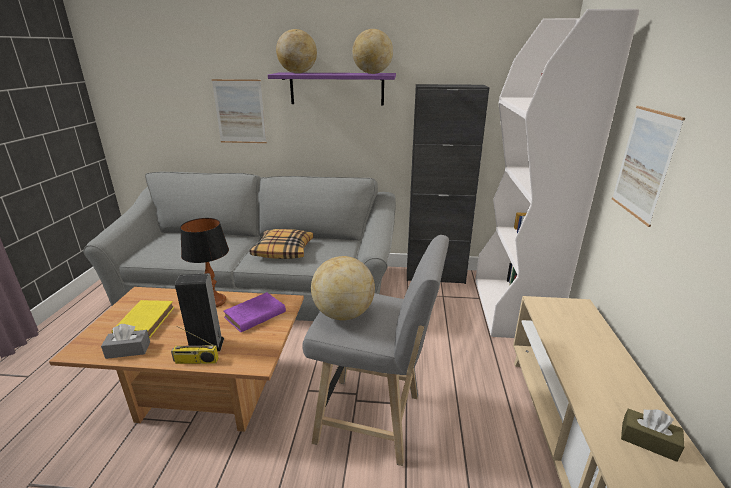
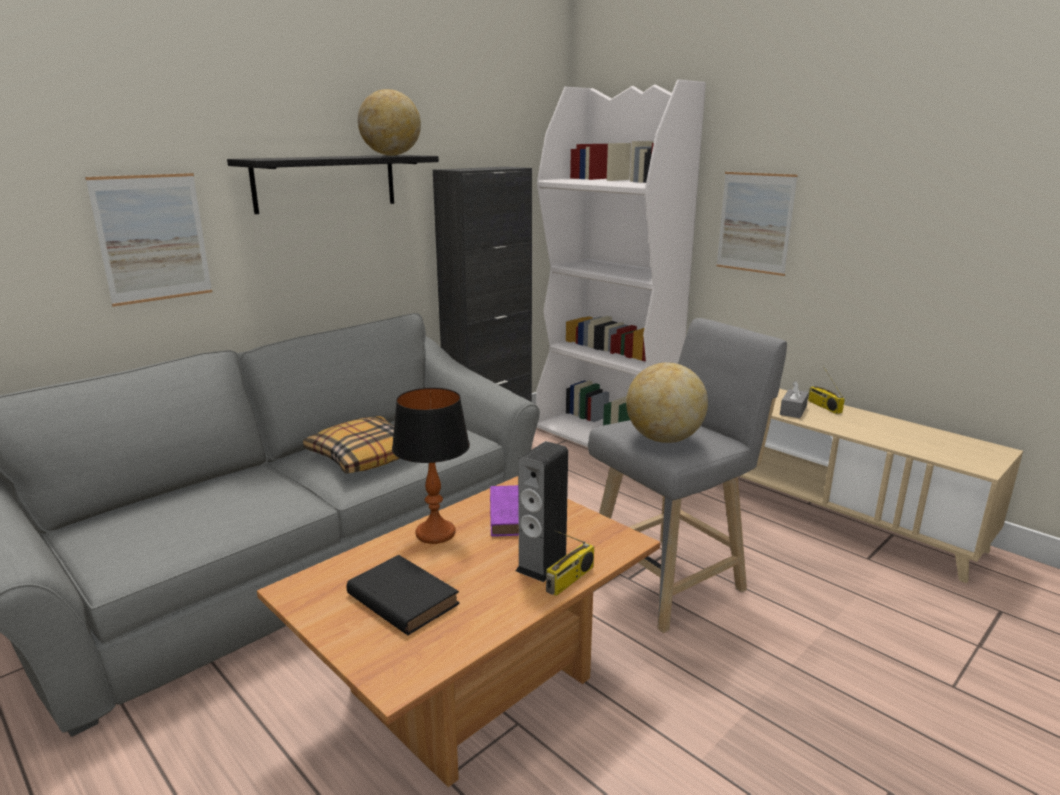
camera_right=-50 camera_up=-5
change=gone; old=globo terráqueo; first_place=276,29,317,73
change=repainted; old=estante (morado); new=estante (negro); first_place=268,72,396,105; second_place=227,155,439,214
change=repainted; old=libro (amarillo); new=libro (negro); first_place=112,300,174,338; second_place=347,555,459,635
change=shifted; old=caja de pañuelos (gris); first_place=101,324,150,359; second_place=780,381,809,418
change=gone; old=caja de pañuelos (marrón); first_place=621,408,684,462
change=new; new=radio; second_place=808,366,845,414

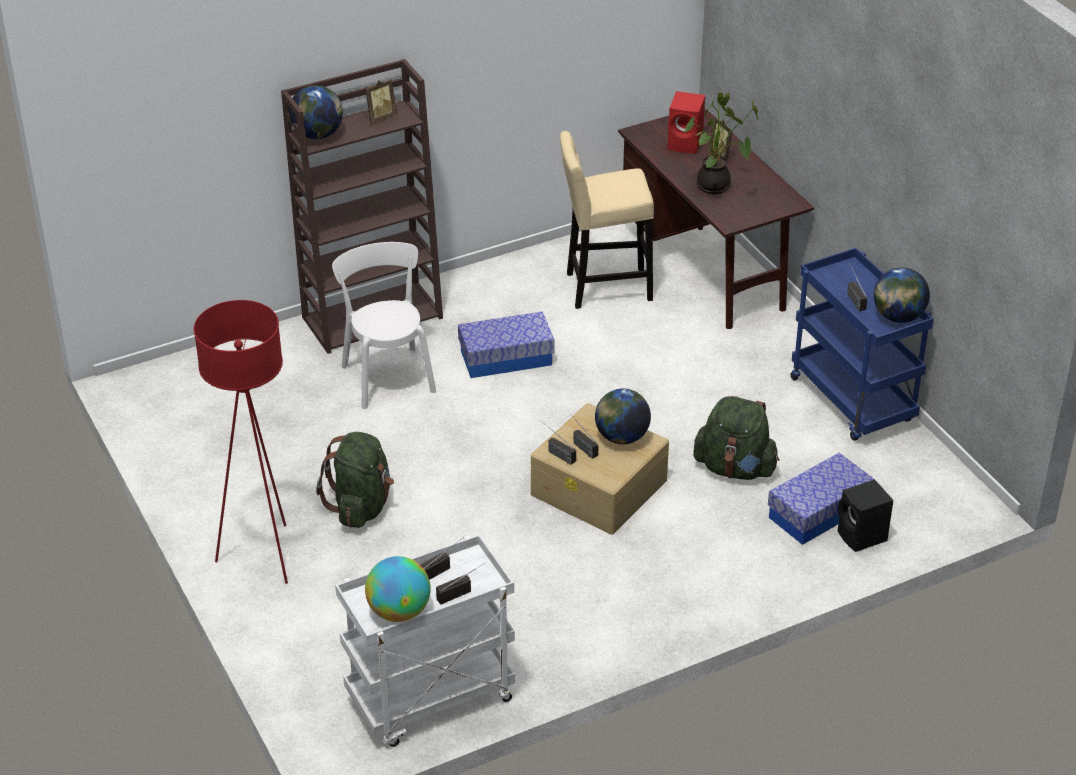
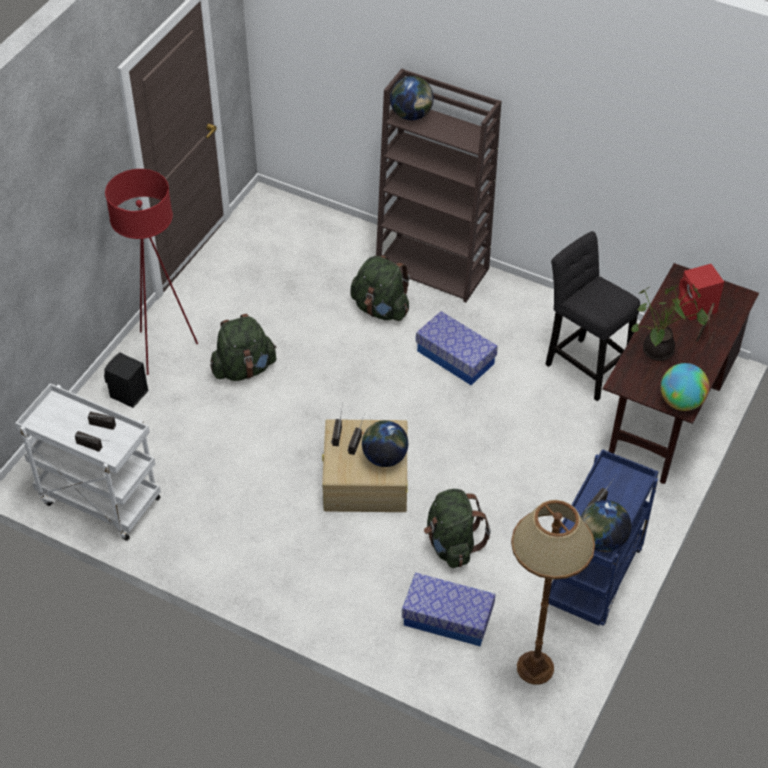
camera_right=55 camera_up=10
change=gone; old=portarretratos; first_place=365,79,397,124
change=repainted; old=taburete (beis); new=taburete (negro); first_place=560,131,654,309; second_place=545,231,640,401
change=swapped; old=silla (blanco); new=mochila (verde); first_place=332,242,436,409; second_place=350,255,410,321
change=shifted; old=altavoz (negro); first_place=838,479,893,552; second_place=104,353,148,408
change=shifted; old=globo terráqueo; first_place=365,556,431,622; second_place=661,363,709,411
change=new; new=lámpara de pie (marrón); second_place=511,500,595,685

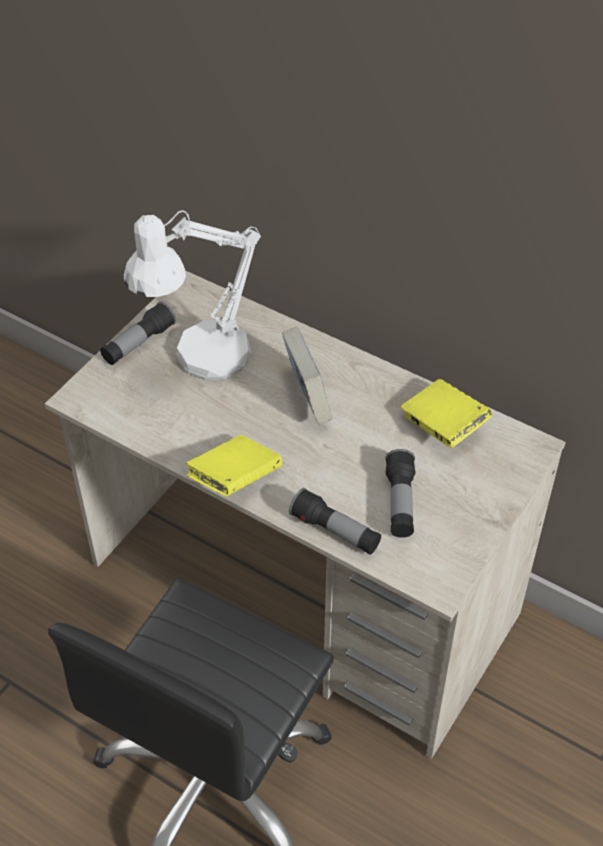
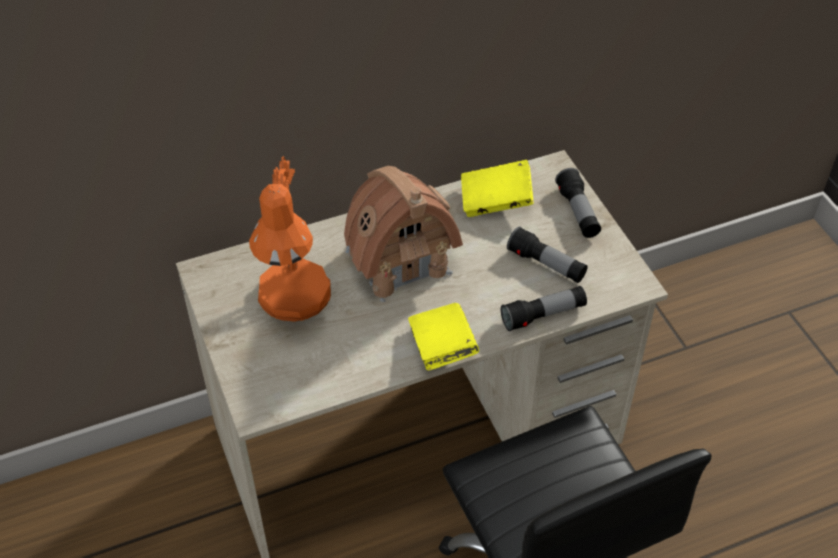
camera_right=-55 camera_up=0
change=repainted; old=lámpara de mesa (blanco); new=lámpara de mesa (naranja); first_place=124,210,261,380; second_place=249,156,331,322
change=shifted; old=linterna; first_place=100,302,176,365; second_place=555,168,601,238
change=swapped; old=libro; new=casita; first_place=282,327,332,425; second_place=344,166,463,302

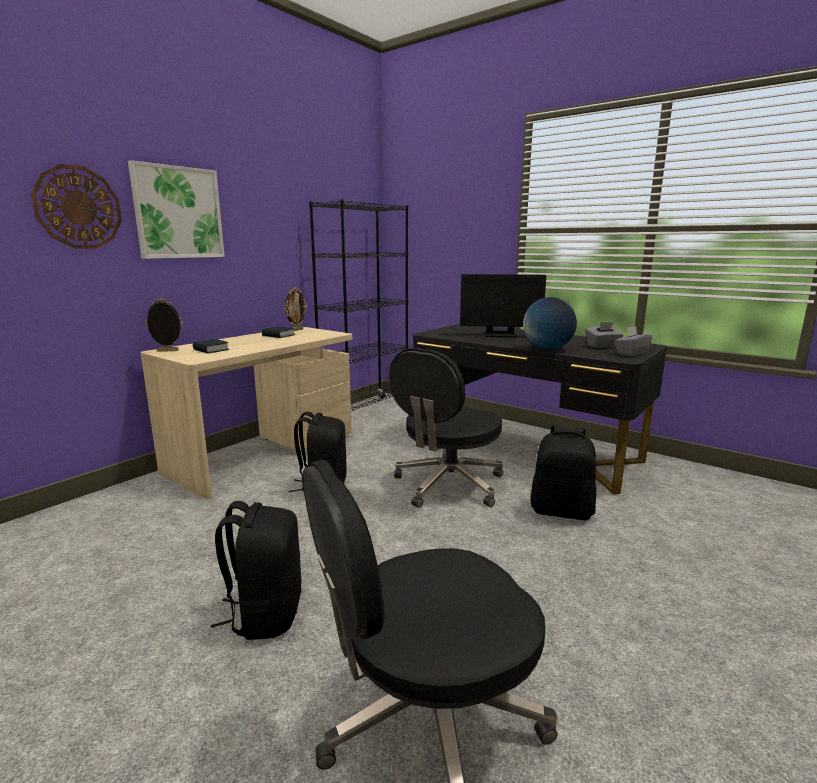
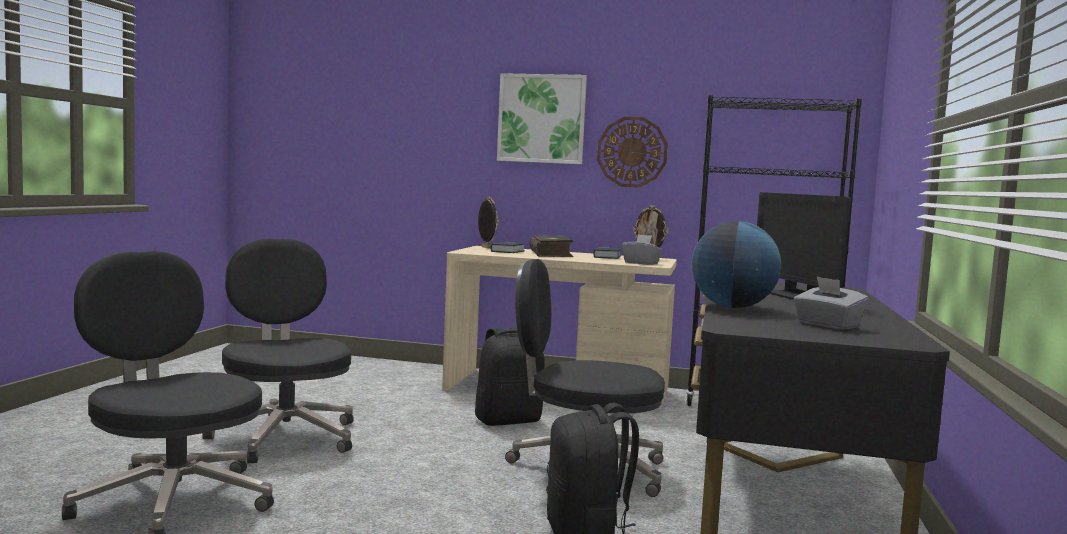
camera_right=65 camera_up=-10
change=shifted; old=reloj de pared; first_place=31,164,122,249; second_place=597,117,668,188
change=shifted; old=caja de pañuelos (gris); first_place=614,326,652,356; second_place=622,235,663,265
change=swapped; old=mochila (negro); new=silla de oficina (negro); first_place=211,501,302,640; second_place=202,239,354,463
change=new; new=libro; second_place=530,235,574,257

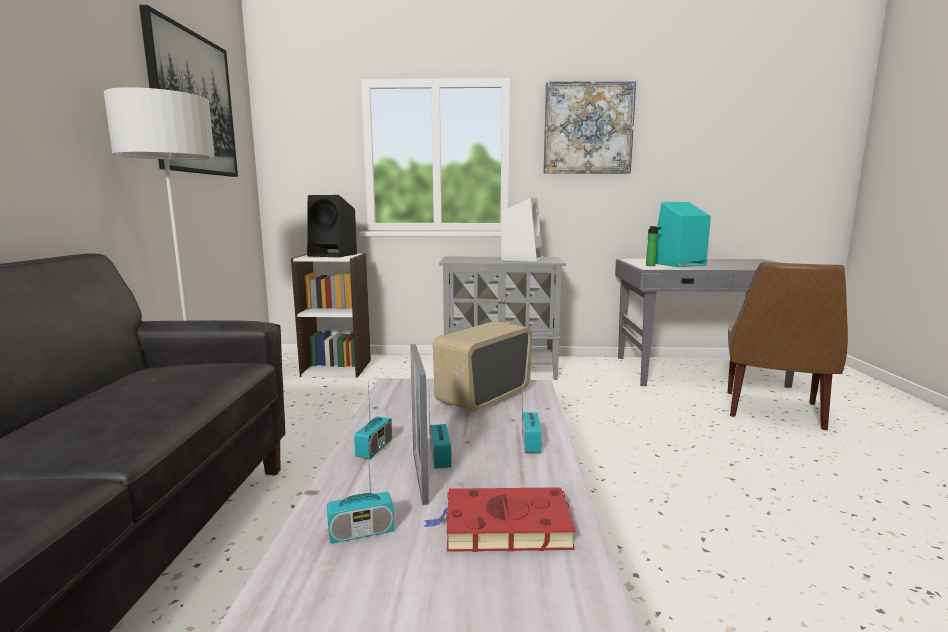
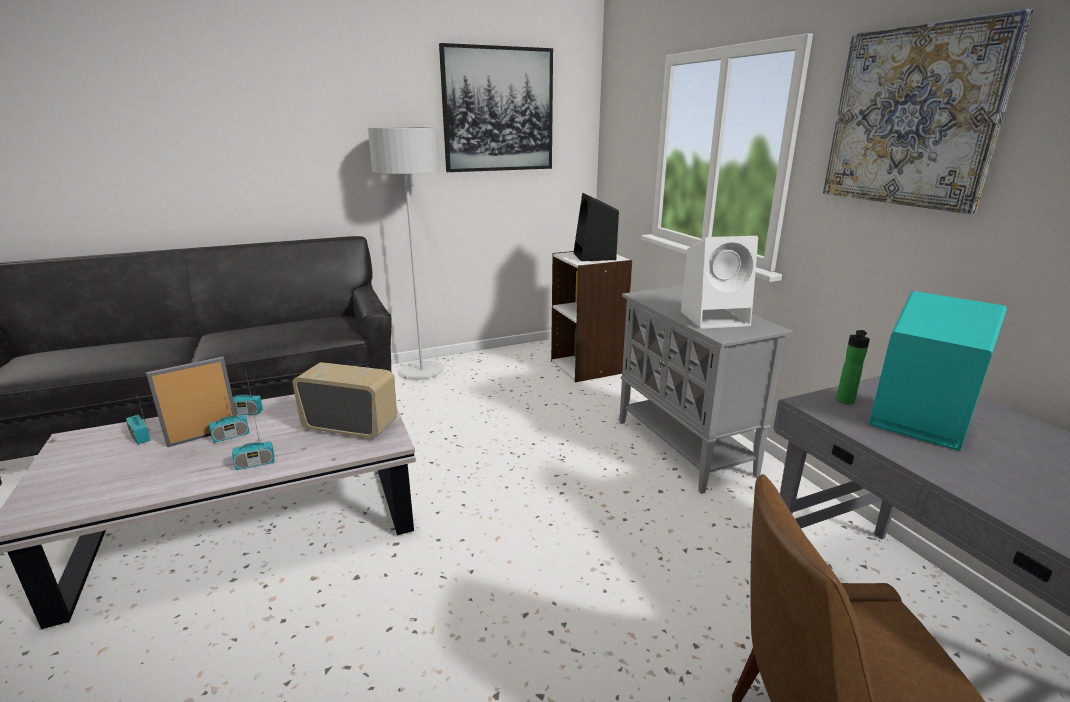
camera_right=65 camera_up=10
change=gone; old=libro (rojo); first_place=423,487,576,552

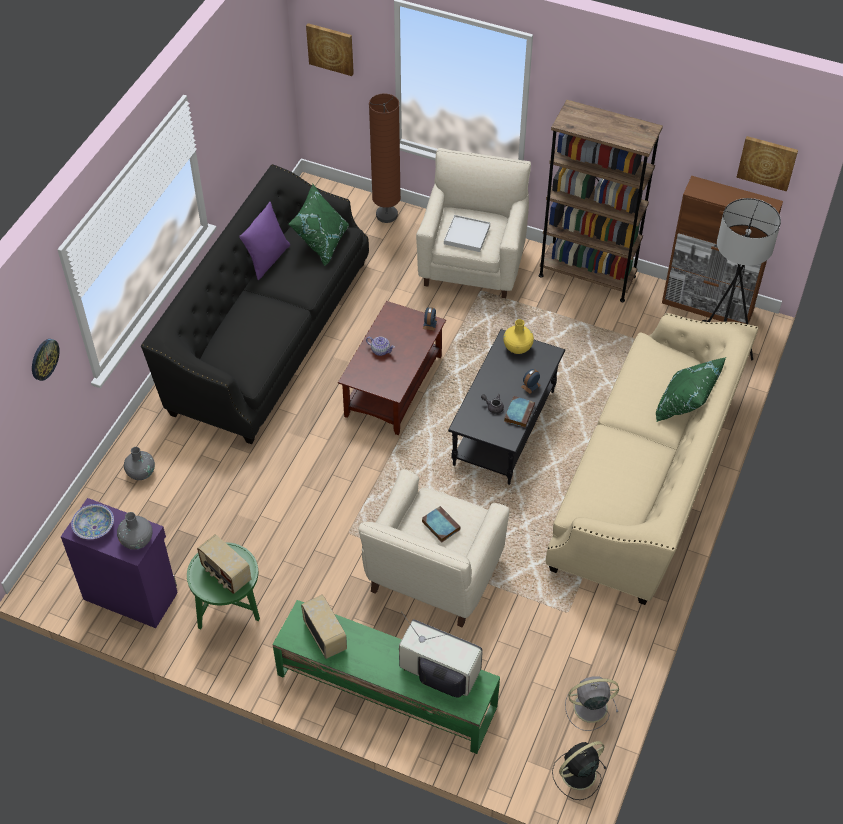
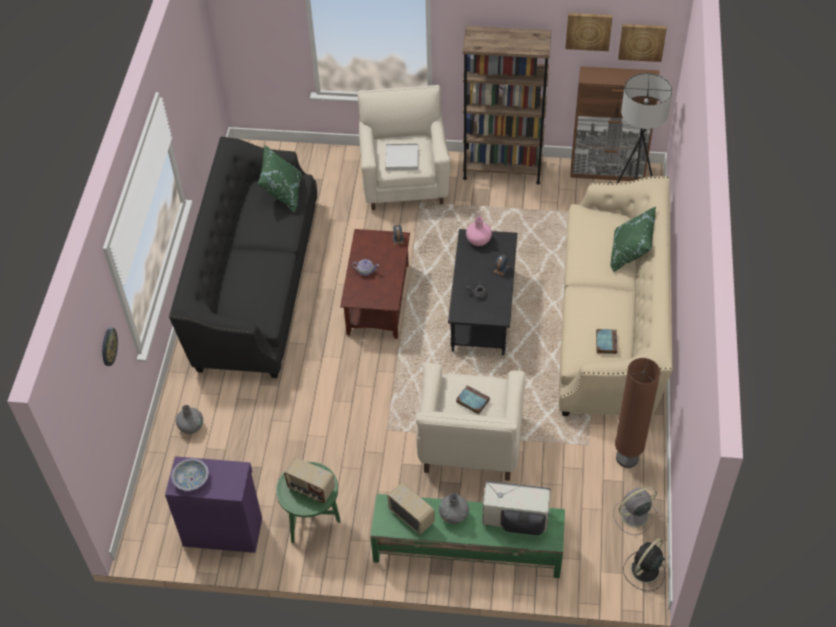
camera_right=-15 camera_up=0
change=shifted; old=cuadro; first_place=306,23,354,76; second_place=565,13,613,51
change=shifted; old=lámpara de pie (marrón); first_place=369,93,401,223; second_place=615,358,661,468
change=gone; old=cojín (morado); first_place=239,202,290,280
change=repainted; old=florero (amarillo); new=florero (rosa); first_place=503,319,534,354; second_place=466,216,492,246
change=shifted; old=libro; first_place=504,396,535,428; second_place=596,329,617,354
change=shifted; old=florero (gris); first_place=117,512,152,550; second_place=439,493,469,524

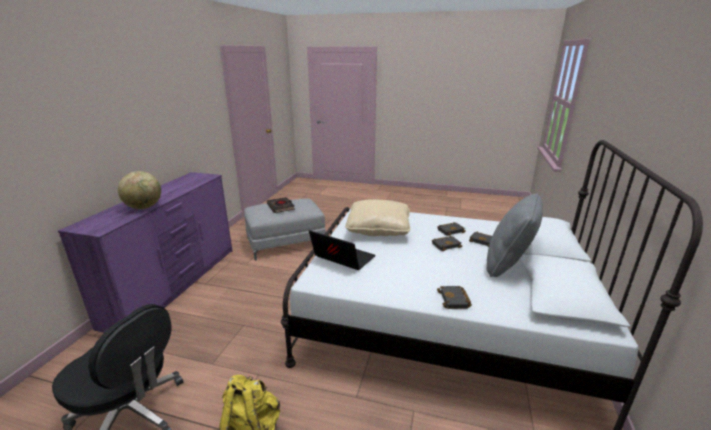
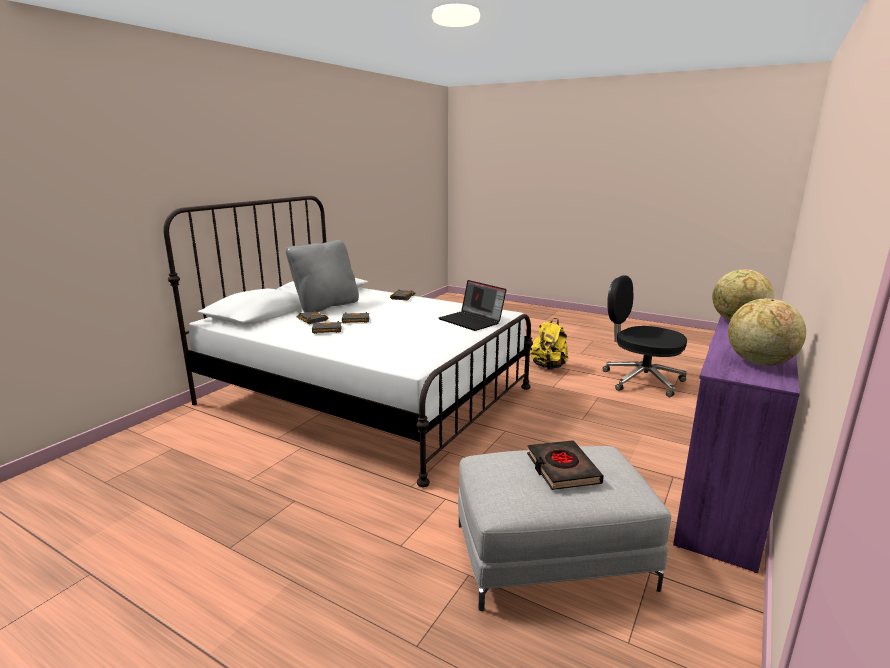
camera_right=-165 camera_up=-5
change=gone; old=cojín (beis); first_place=345,199,410,236
change=new; new=globo terráqueo; second_place=728,298,806,366

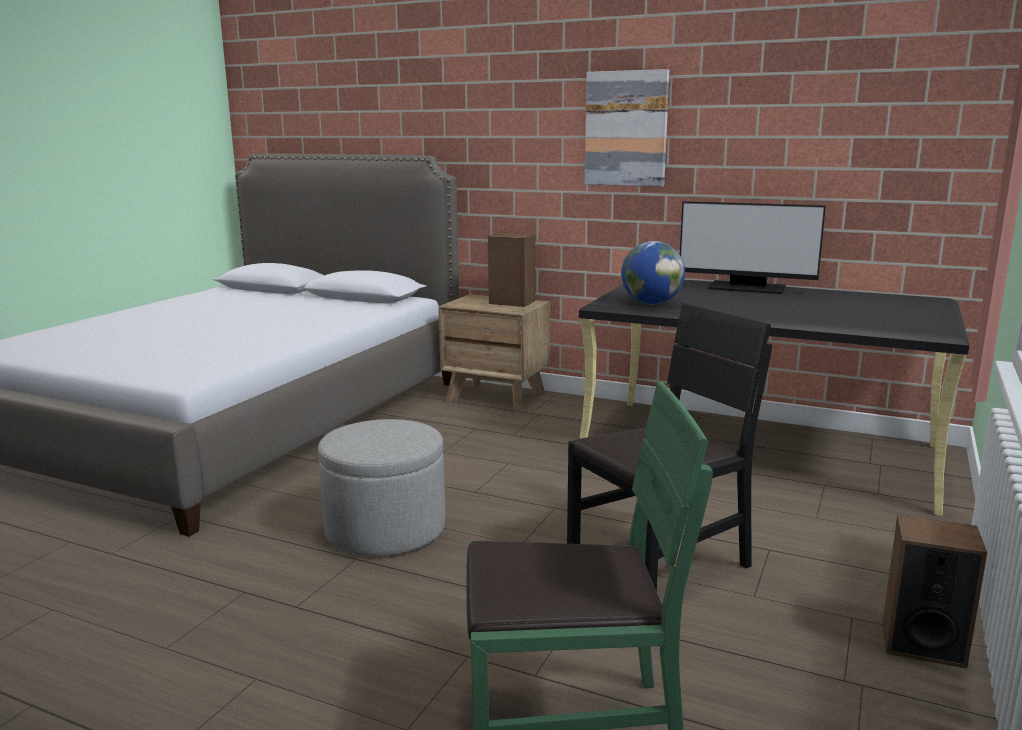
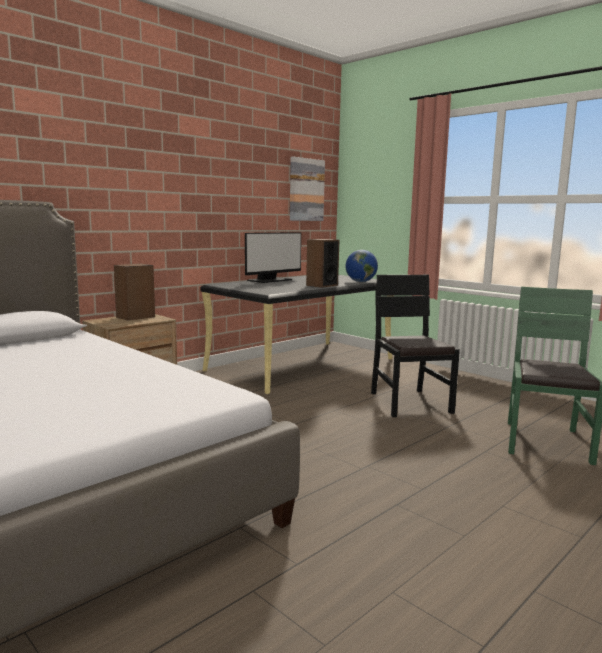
camera_right=-70 camera_up=-5
change=shifted; old=cuadro; first_place=585,69,669,186; second_place=290,157,325,221
change=shifted; old=globo terráqueo; first_place=621,241,685,304; second_place=346,250,378,282
change=gone; old=puf (gris); first_place=318,419,445,556
change=shifted; old=altavoz; first_place=883,515,987,668; second_place=306,239,340,288

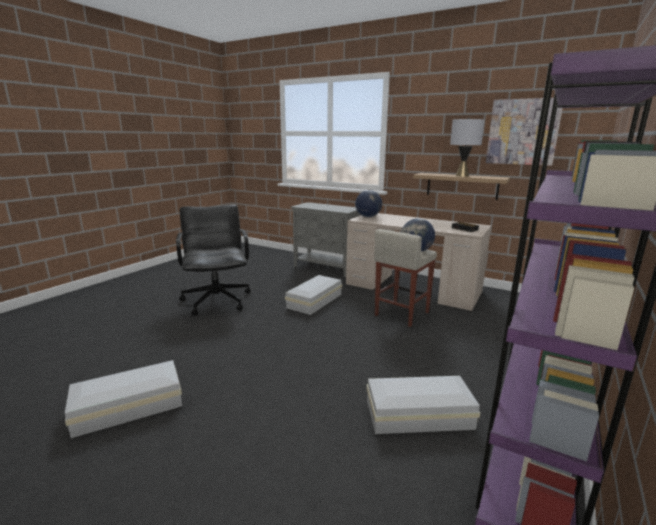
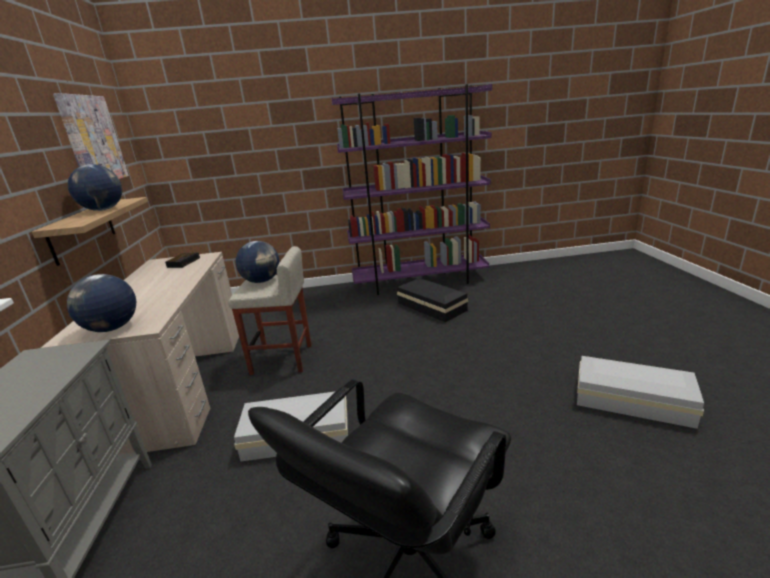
camera_right=-125 camera_up=5
change=swapped; old=lámpara de mesa (gris); new=globo terráqueo; first_place=450,118,485,177; second_place=68,164,122,211
change=repainted; old=caja de almacenaje (blanco); new=caja de almacenaje (negro); first_place=366,376,480,434; second_place=397,278,468,322

